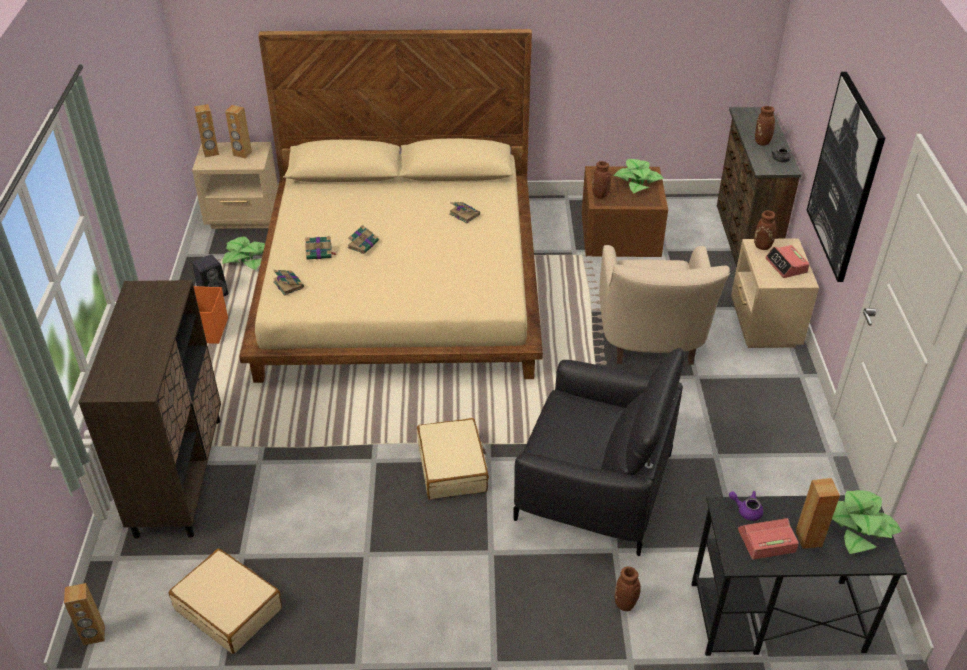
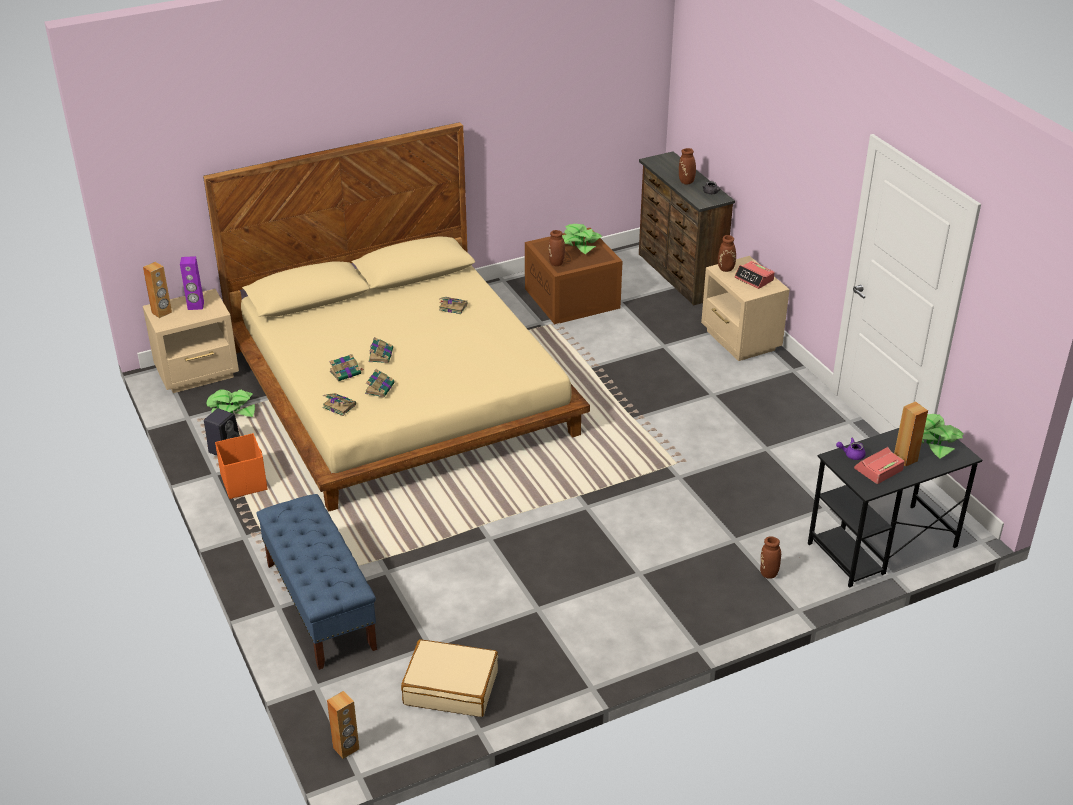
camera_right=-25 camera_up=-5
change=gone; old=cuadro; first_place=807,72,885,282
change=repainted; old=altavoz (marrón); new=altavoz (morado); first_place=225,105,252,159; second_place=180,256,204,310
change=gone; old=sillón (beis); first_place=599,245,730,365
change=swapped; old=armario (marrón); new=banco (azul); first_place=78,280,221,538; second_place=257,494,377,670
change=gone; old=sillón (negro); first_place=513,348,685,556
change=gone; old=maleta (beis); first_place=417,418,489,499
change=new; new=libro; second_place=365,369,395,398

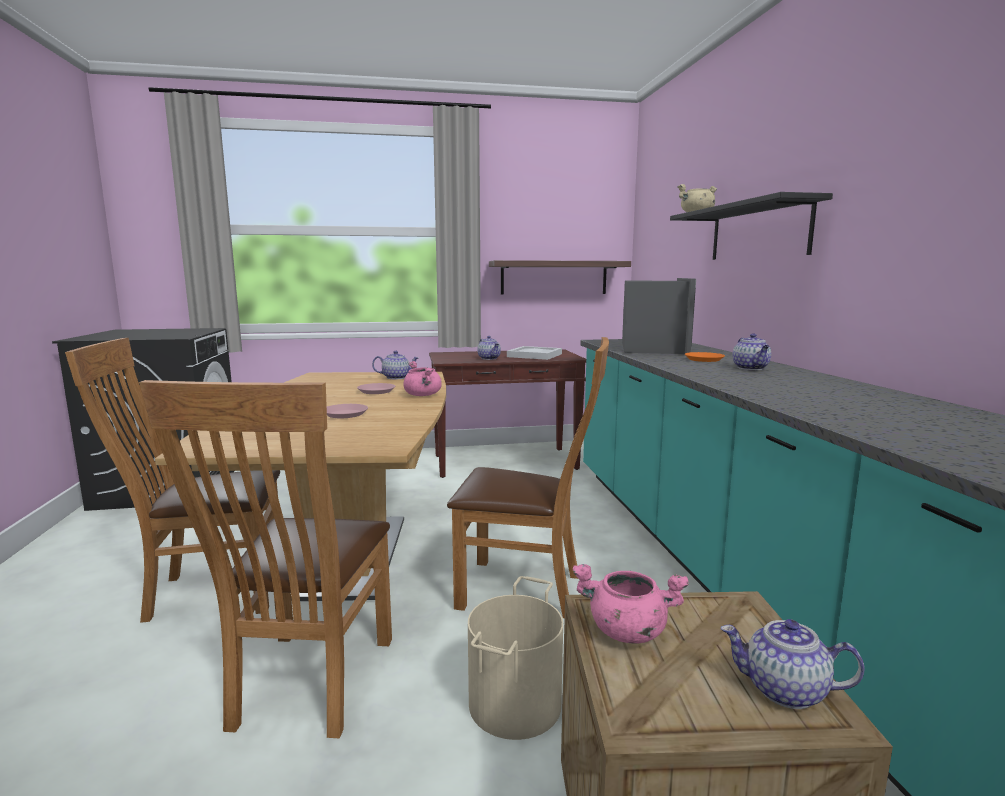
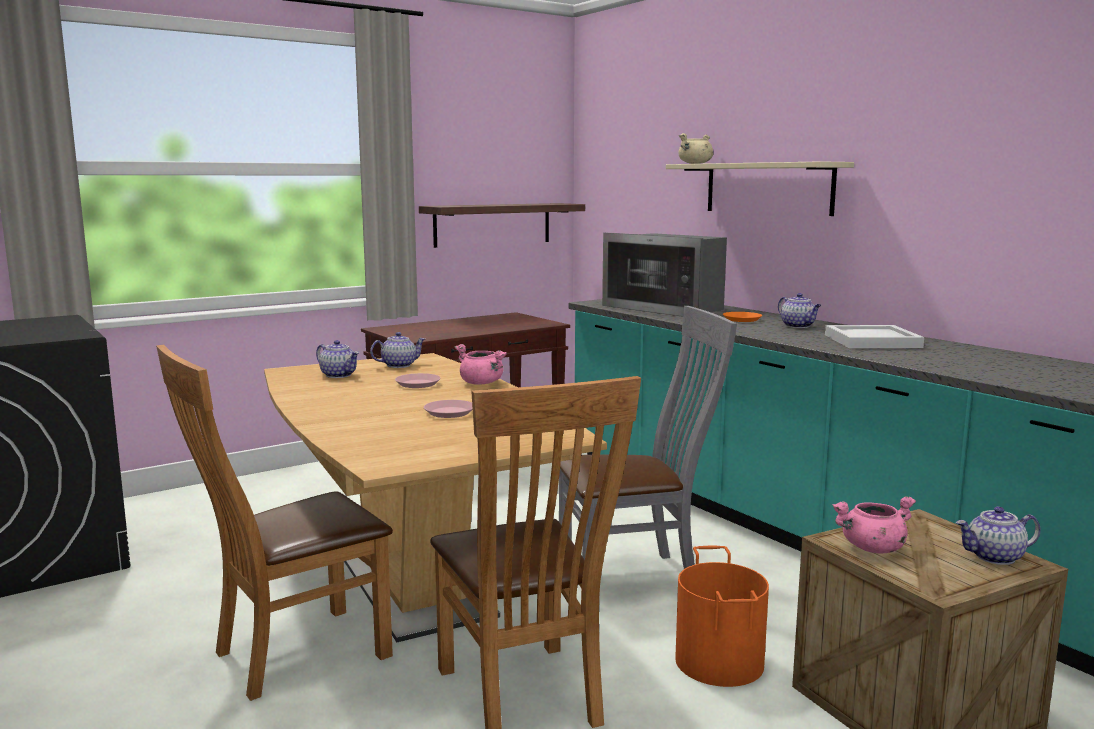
camera_right=-25 camera_up=0
change=repainted; old=estante (negro); new=estante (beis); first_place=670,192,833,260; second_place=666,161,854,216
change=rotated; old=microondas; first_place=622,278,696,354; second_place=602,233,727,317; degrees=150
change=shifted; old=tetera; first_place=477,336,501,360; second_place=316,340,359,378
change=repainted; old=silla (marrón); new=silla (gris); first_place=447,337,609,618; second_place=559,306,737,569
change=shifted; old=bandeja (blanco); first_place=507,346,562,360; second_place=825,325,924,348
change=repainted; old=cubo (beis); new=cubo (naranja); first_place=468,576,563,740; second_place=675,546,769,687

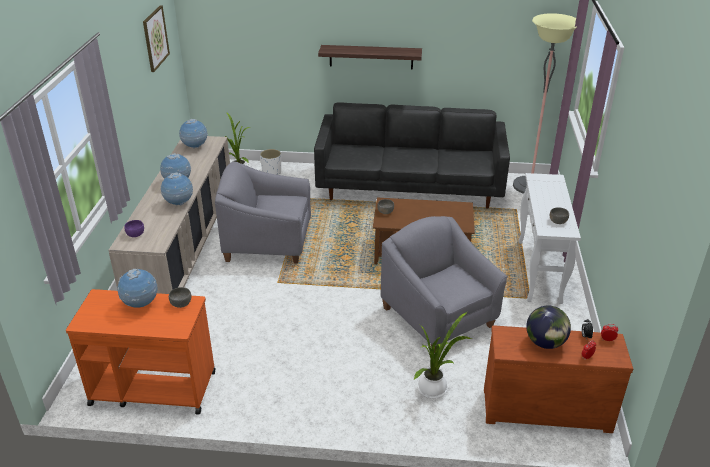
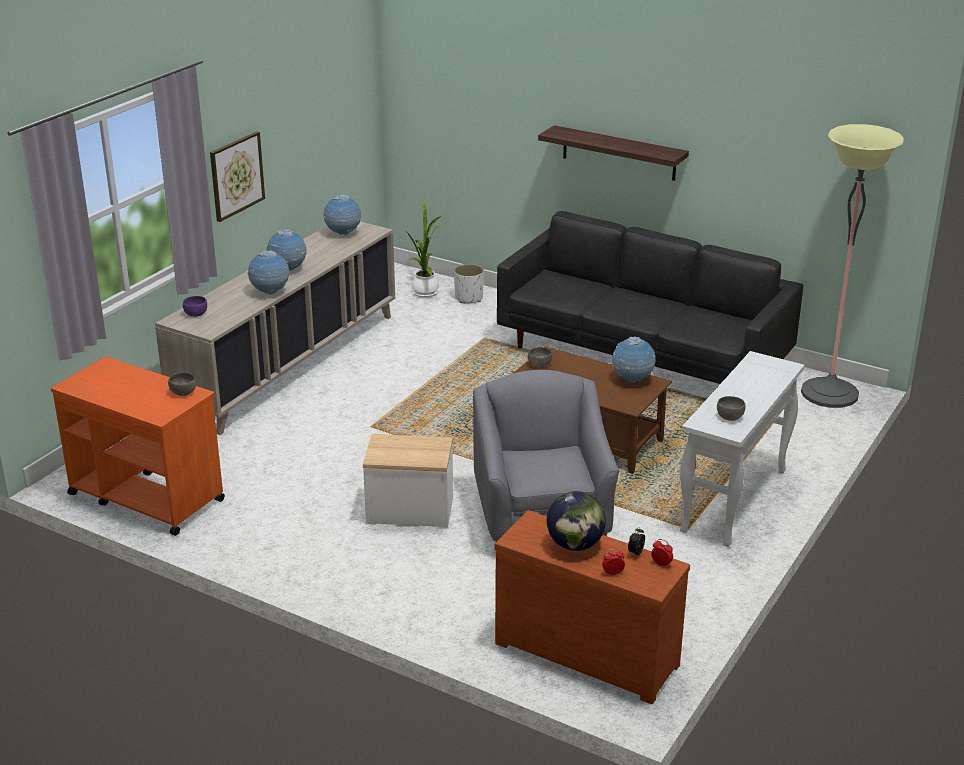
camera_right=25 camera_up=-5
change=shifted; old=cuadro; first_place=143,6,170,72; second_place=210,131,265,222
change=gone; old=sillón (gris); first_place=215,162,311,264
change=shifted; old=globo terráqueo; first_place=117,268,157,308; second_place=612,337,656,383
change=gone; old=planta en maceta; first_place=414,312,472,399
change=new; new=mesa auxiliar; second_place=363,434,453,527

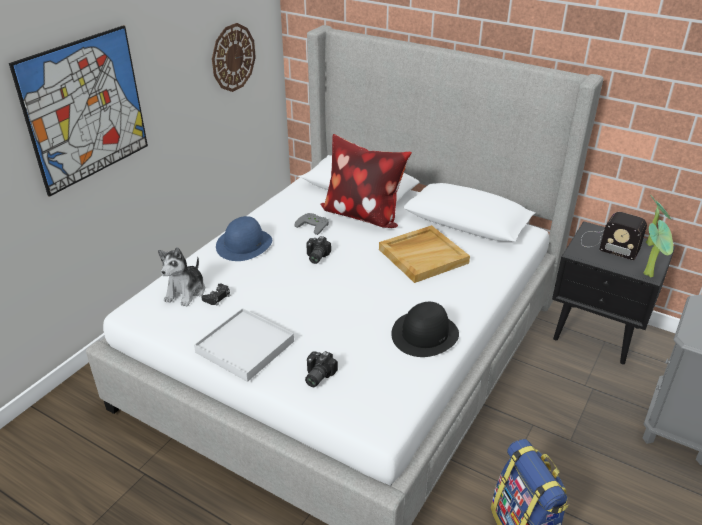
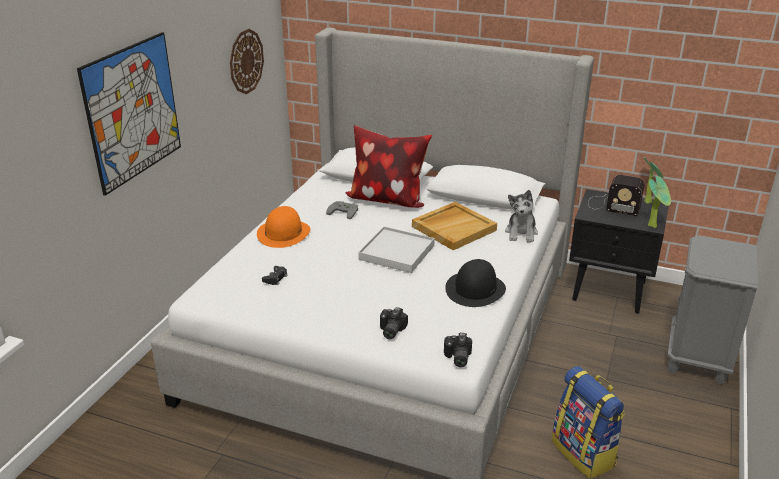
camera_right=-10 camera_up=-5
change=repainted; old=sombrero (azul); new=sombrero (naranja); first_place=216,216,272,261; second_place=257,206,310,248
change=shifted; old=cámara; first_place=306,236,331,264; second_place=444,333,472,367
change=shifted; old=peluche; first_place=158,247,205,307; second_place=505,190,538,242
change=shifted; old=bandeja (blanco); first_place=194,308,294,382; second_place=358,226,435,273

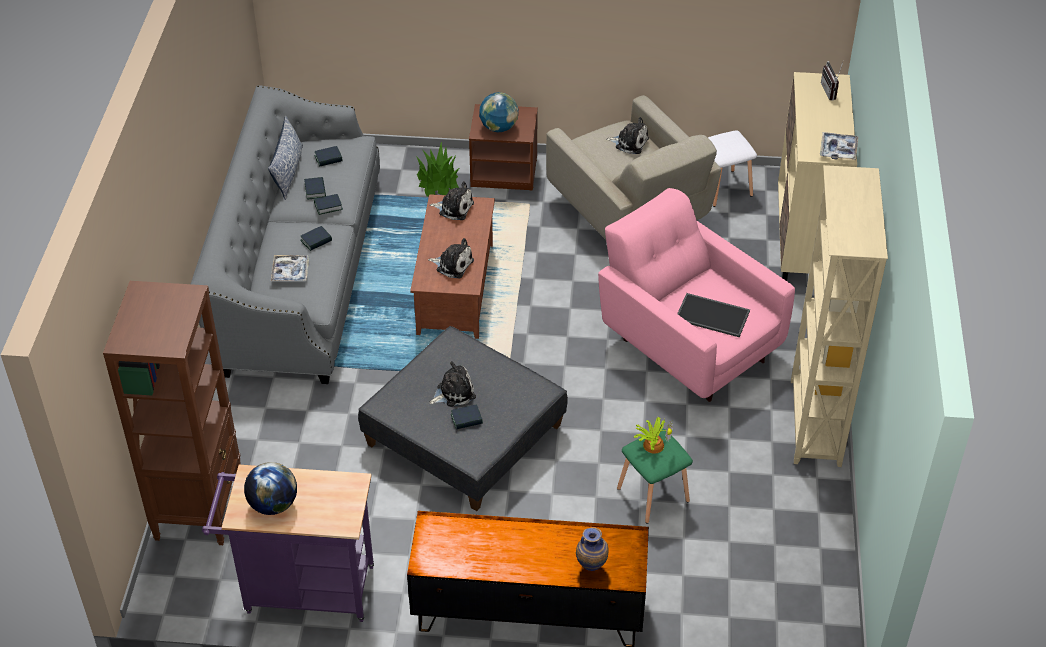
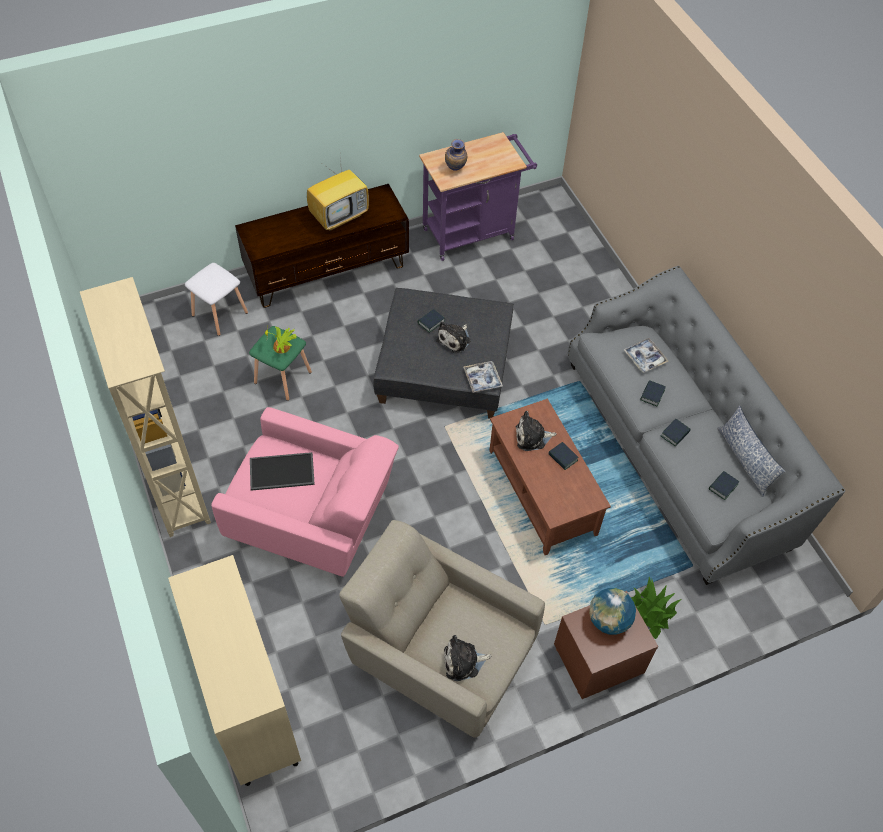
camera_right=150 camera_up=10
change=gone; old=radio; first_place=821,60,844,100
change=shifted; old=taburete (blanco); first_place=708,130,757,207; second_place=185,263,248,336
change=shifted; old=bandeja; first_place=820,132,858,160; second_place=463,361,503,393
change=shifted; old=libro; first_place=304,177,326,200; second_place=548,442,579,470
change=gone; old=peluche; first_place=430,181,474,220
change=gone; old=estantería (marrón); first_place=103,281,241,545
change=gone; old=globo terráqueo; first_place=244,462,297,515
change=shifted; old=florero; first_place=576,527,609,571; second_place=445,139,467,171
change=new; new=televisor; second_place=307,157,369,231

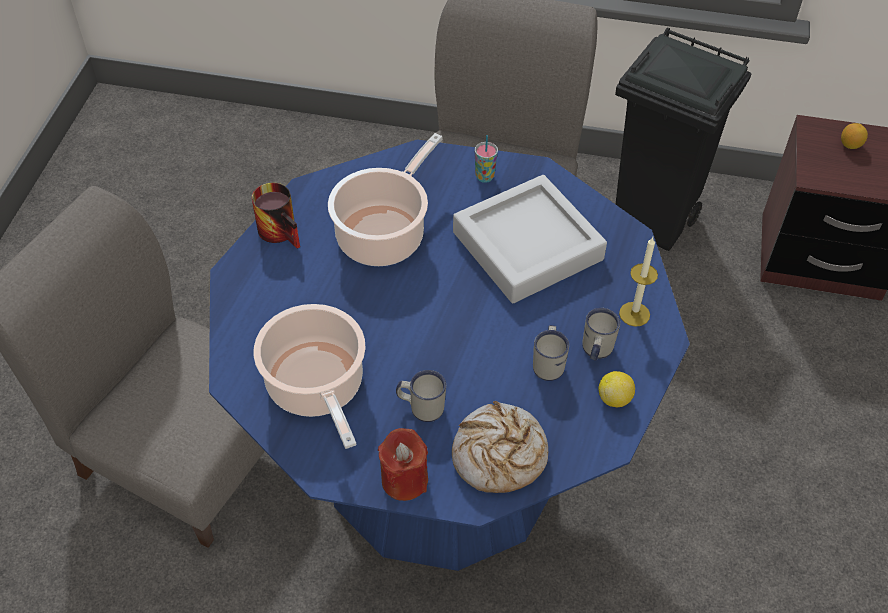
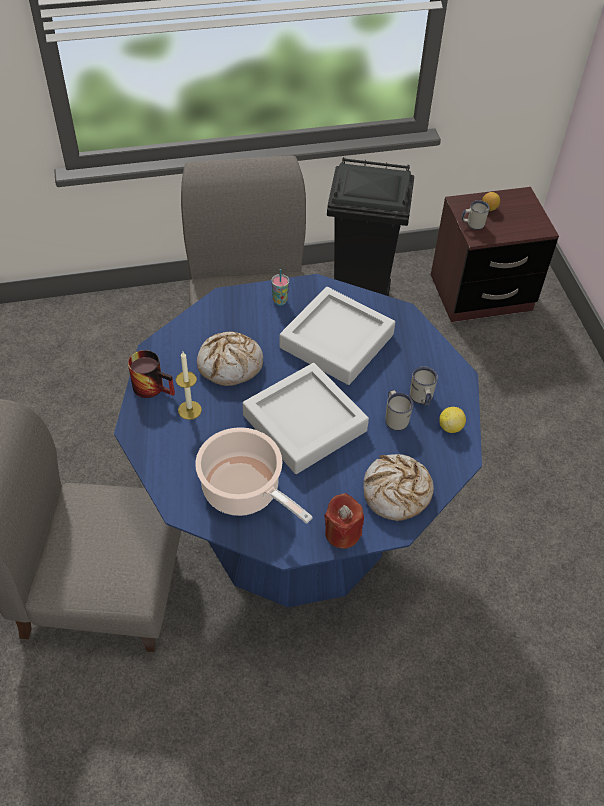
camera_right=-25 camera_up=0
change=swapped; old=olla; new=pan; first_place=328,133,443,266; second_place=197,332,263,386
change=shifted; old=vela; first_place=619,237,658,327; second_place=176,352,202,420
change=shifted; old=taza grande (blanco); first_place=396,370,446,422; second_place=461,200,490,230
change=new; new=bandeja (gris); second_place=243,363,369,474

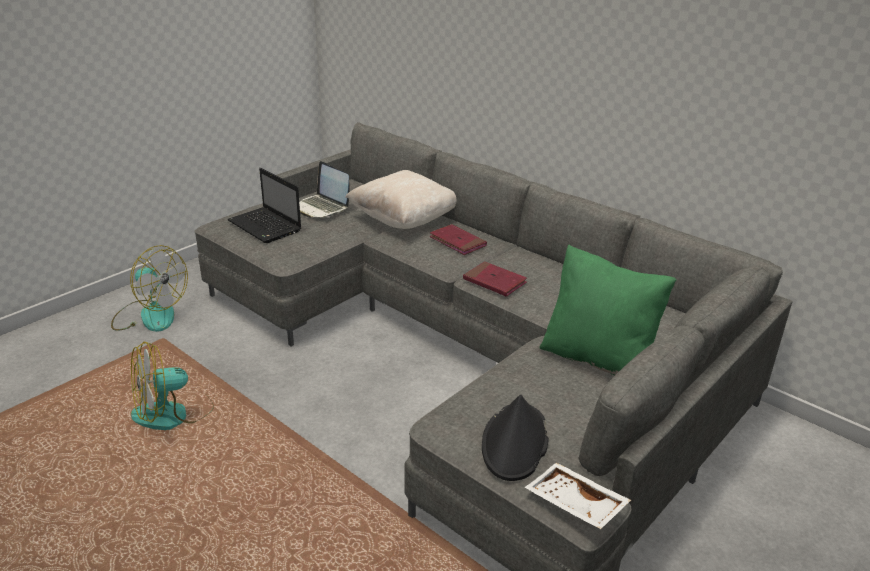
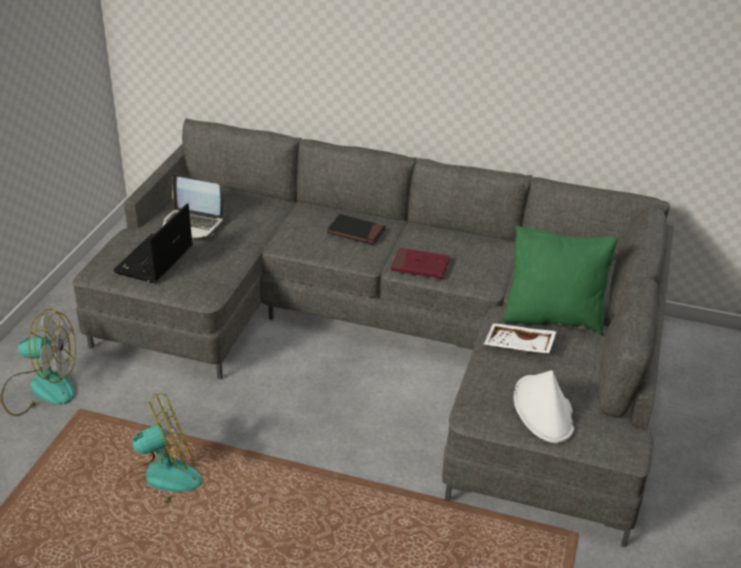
camera_right=-25 camera_up=5
change=rotated; old=portátil; first_place=227,168,301,243; second_place=113,203,193,283; degrees=90
change=gone; old=cojín (beis); first_place=345,170,456,229
change=repainted; old=libro (rojo); new=libro (negro); first_place=429,224,487,255; second_place=327,214,385,245
change=rotated; old=ventilador; first_place=131,341,214,430; second_place=118,393,202,504; degrees=-150
change=repainted; old=sombrero (negro); new=sombrero (blanco); first_place=482,395,549,481; second_place=514,370,574,443
change=shifted; old=bandeja (blanco); first_place=525,463,631,529; second_place=484,323,557,354

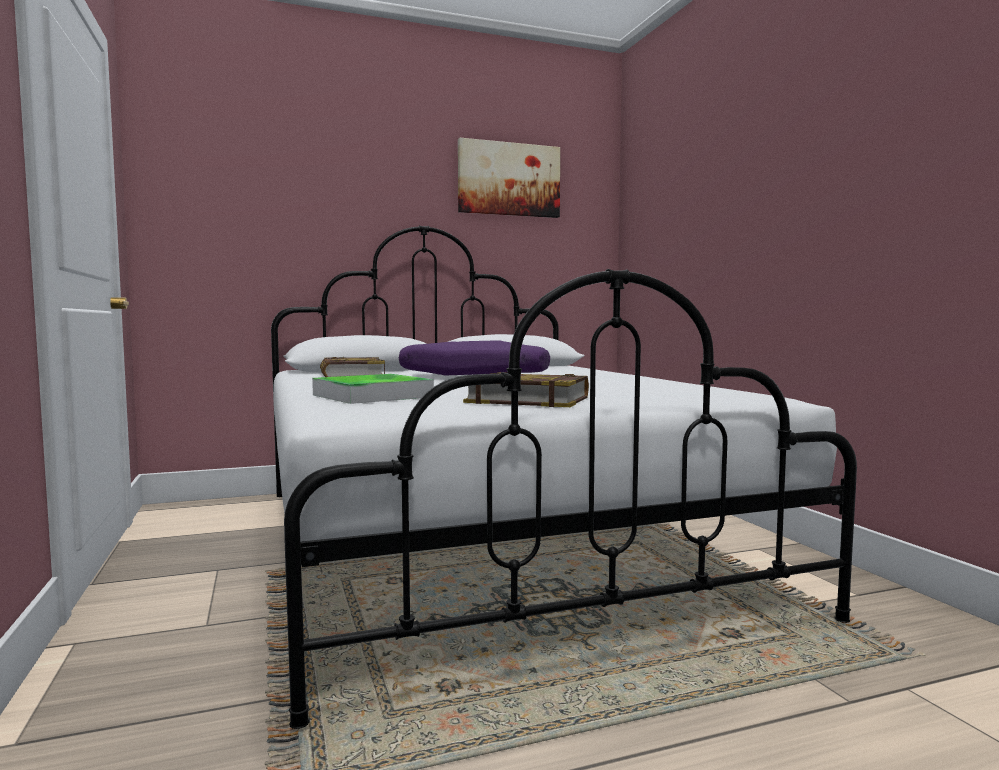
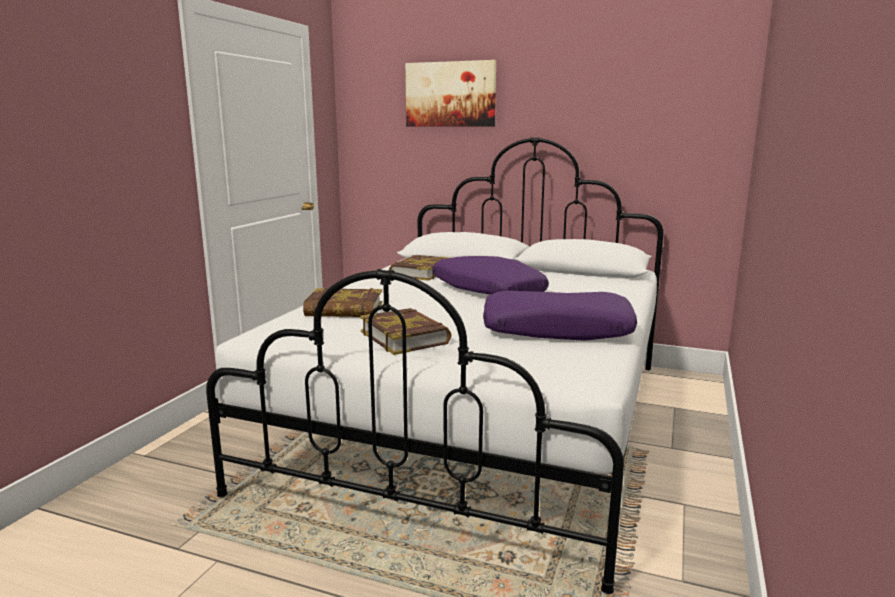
camera_right=40 camera_up=10
change=shifted; old=cuadro; first_place=458,138,560,218; second_place=405,60,496,126
change=swapped; old=bandeja; new=libro; first_place=312,374,434,404; second_place=303,288,382,317
change=new; new=cojín (morado); second_place=483,291,637,341

